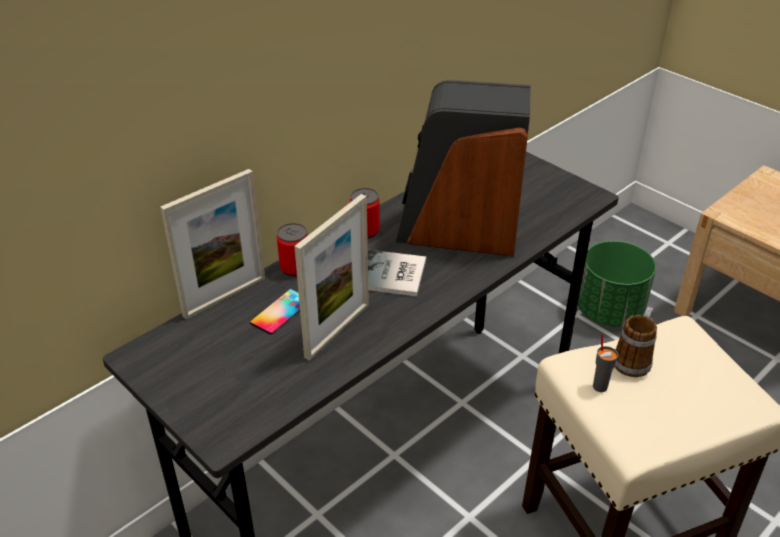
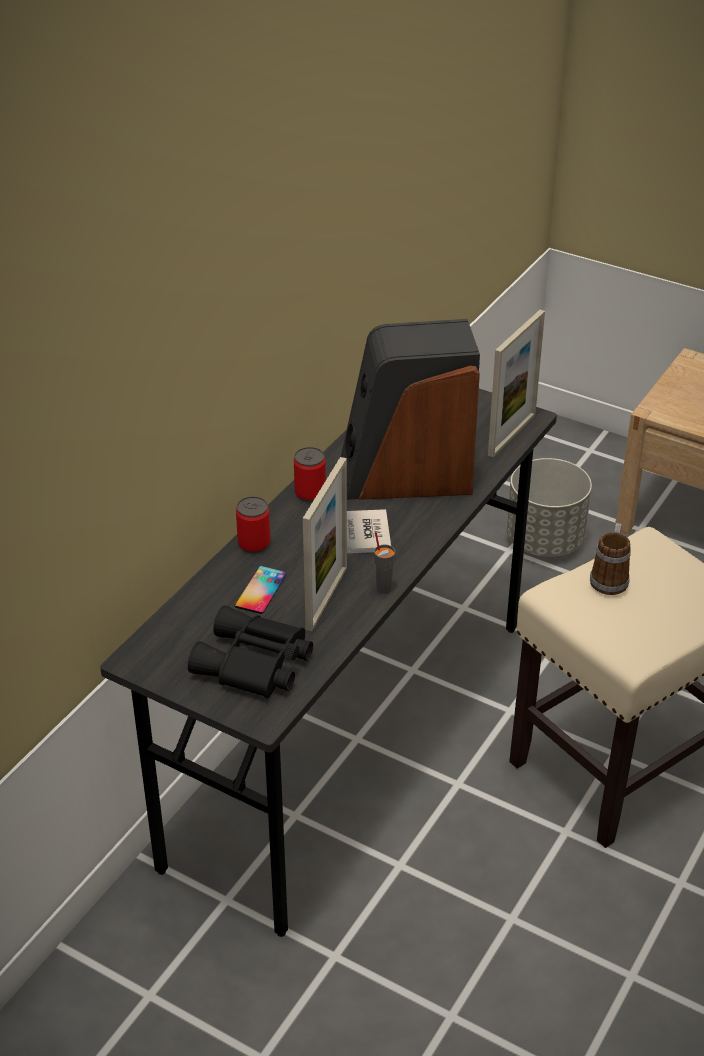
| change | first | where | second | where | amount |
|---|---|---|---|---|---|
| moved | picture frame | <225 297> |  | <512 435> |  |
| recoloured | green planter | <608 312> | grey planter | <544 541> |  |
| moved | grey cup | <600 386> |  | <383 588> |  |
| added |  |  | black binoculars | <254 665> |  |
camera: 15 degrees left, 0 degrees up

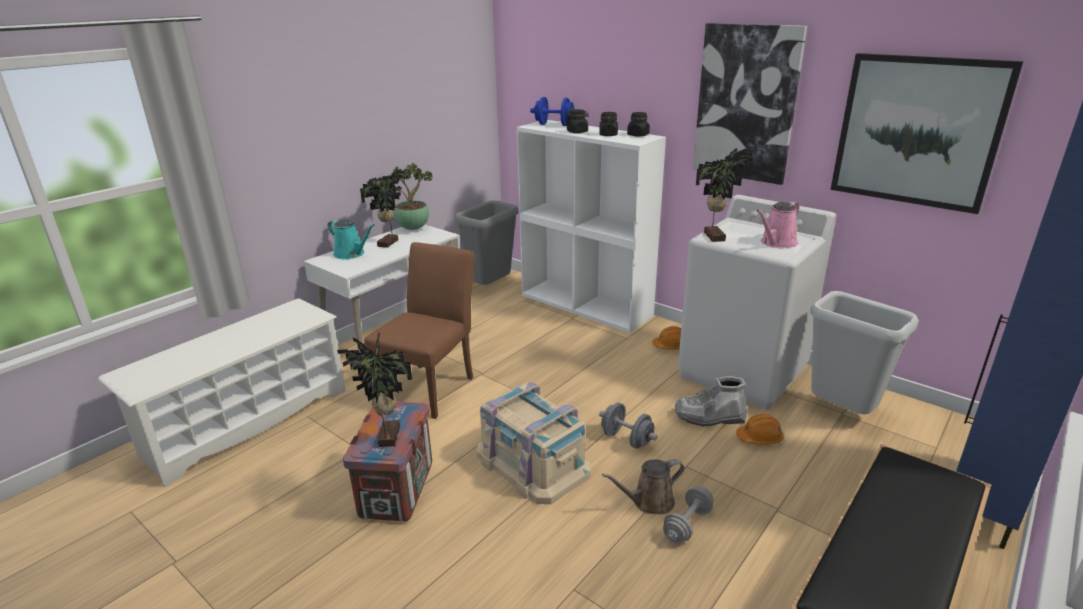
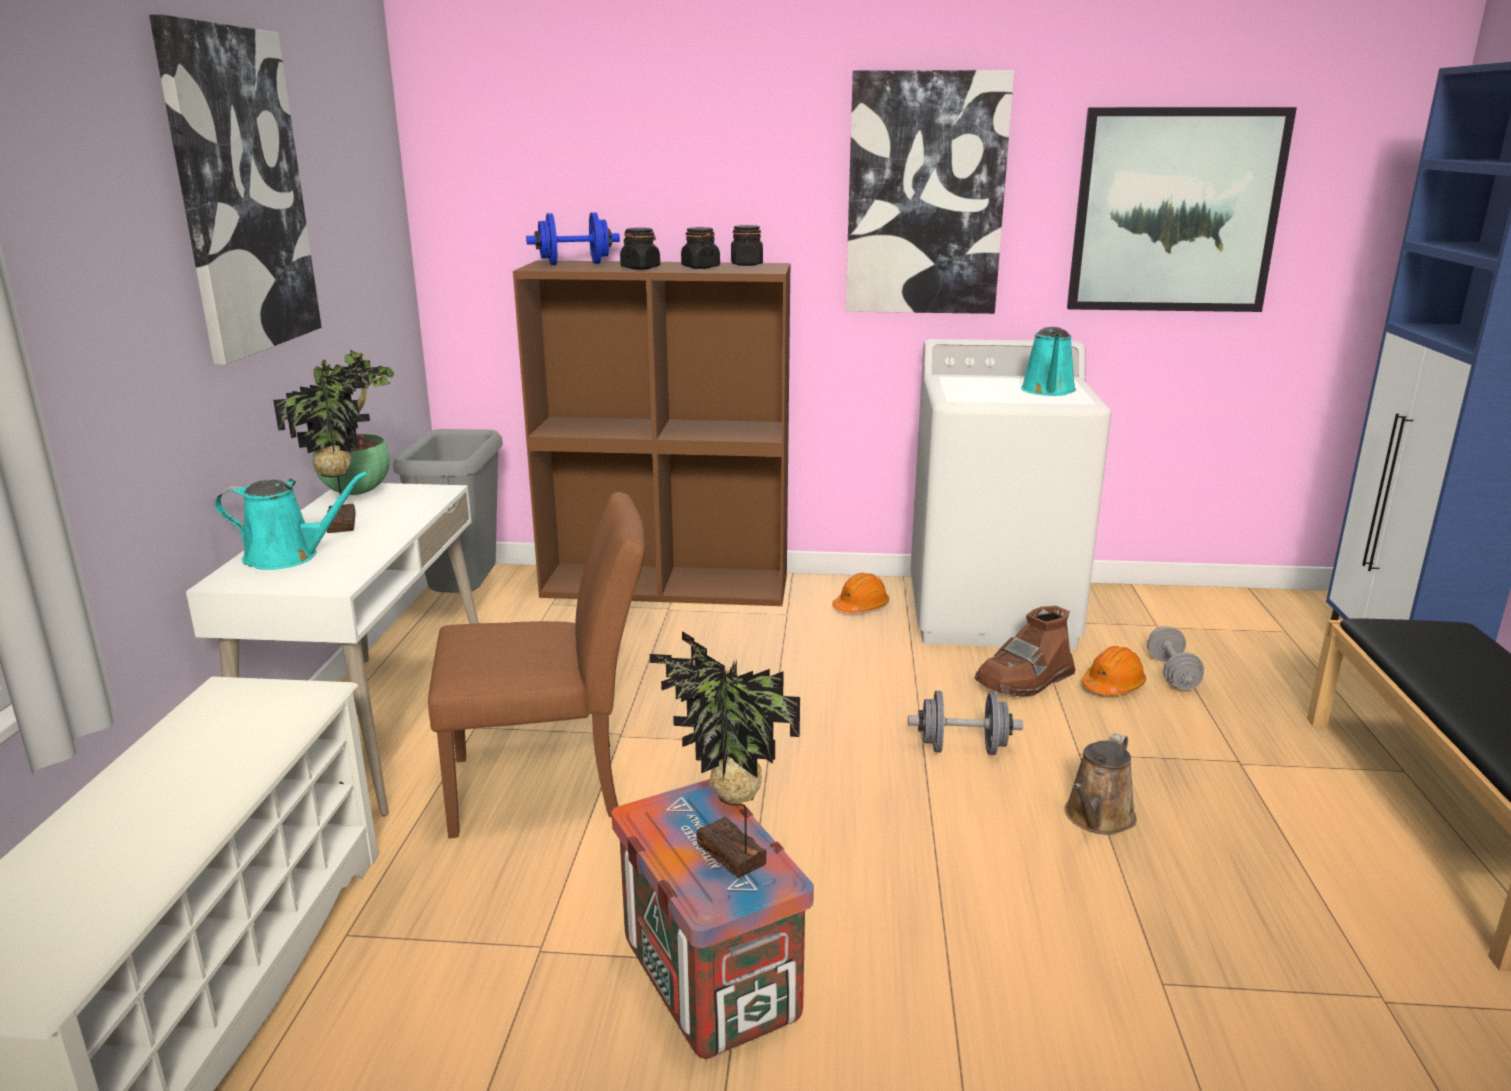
| change | first | where | second | where | amount |
|---|---|---|---|---|---|
| turned | brown chair | <431 386> |  | <552 785> | 90 degrees clockwise |
| removed | beige storage box | <533 462> |  |  |  |
| recoloured | white bookcase | <586 305> | brown bookcase | <668 585> |  |
| moved | grey dumbbell | <687 524> |  | <1172 673> |  |
| recoloured | grey boot | <709 417> | brown boot | <1025 681> |  |
| removed | potted plant | <716 236> |  |  |  |
| recoloured | pink watering can | <777 243> | turquoise watering can | <1048 391> |  |
| removed | grey trash can | <841 413> |  |  |  |
| added |  |  | picture | <240 192> |  |
camera: 35 degrees left, 5 degrees down

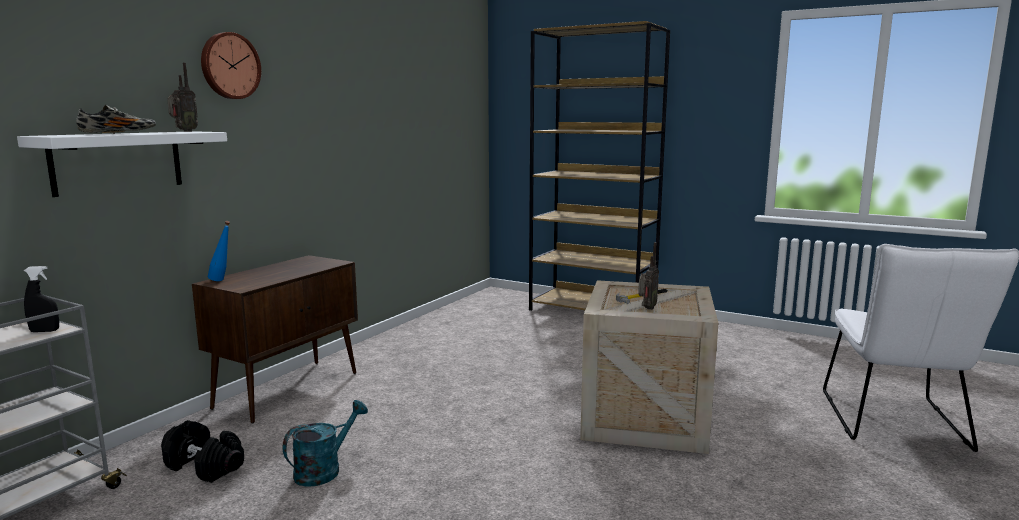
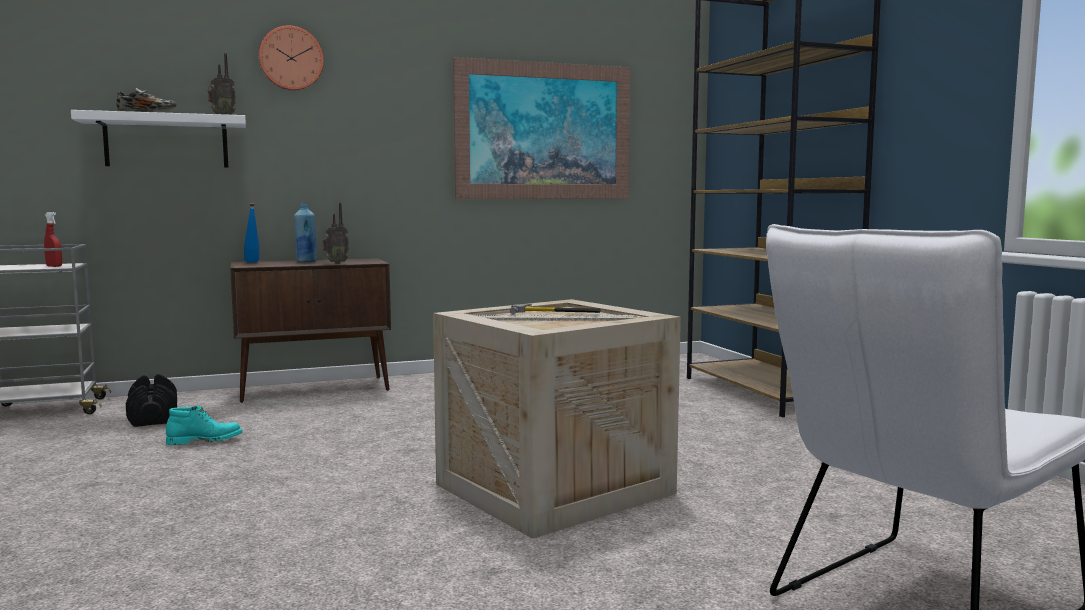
| change | first | where | second | where | amount |
|---|---|---|---|---|---|
| recoloured | black spray bottle | <44 331> | red spray bottle | <54 266> |  |
| replaced | turquoise watering can | <324 470> | turquoise boot | <205 440> |  |
| moved | radio | <646 308> |  | <336 263> |  |
| added |  |  | blue bottle | <306 261> |  |
| added |  |  | picture | <544 131> |  |
camera: 40 degrees right, 5 degrees down

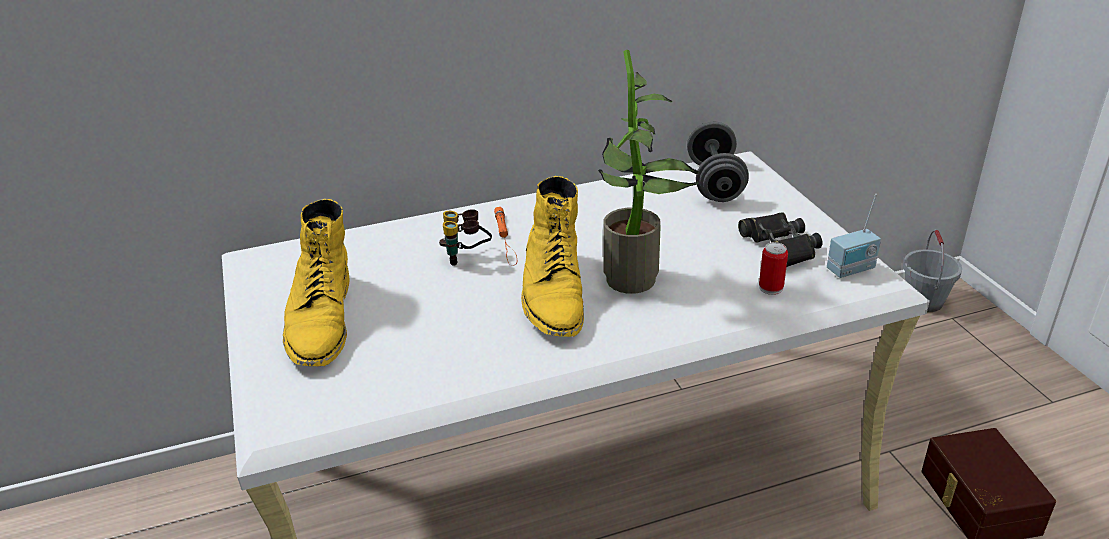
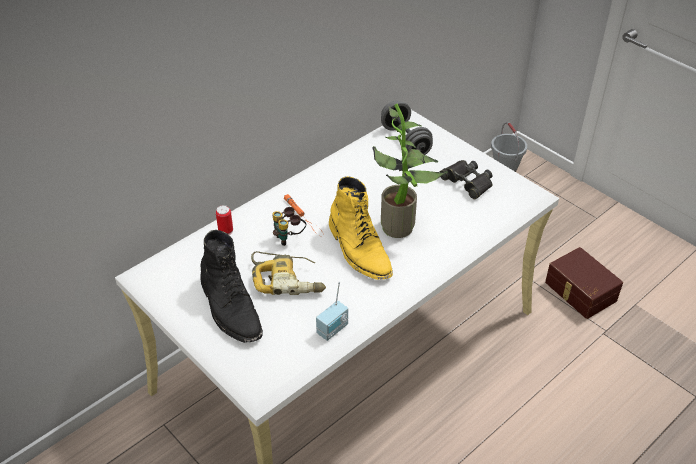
| change | first | where | second | where | amount |
|---|---|---|---|---|---|
| recoloured | yellow boot | <322 320> | black boot | <230 308> |  |
| moved | can | <771 288> |  | <225 231> |  |
| moved | radio | <852 270> |  | <333 330> |  |
| added |  |  | power drill | <288 279> |  |
camera: 25 degrees left, 10 degrees up

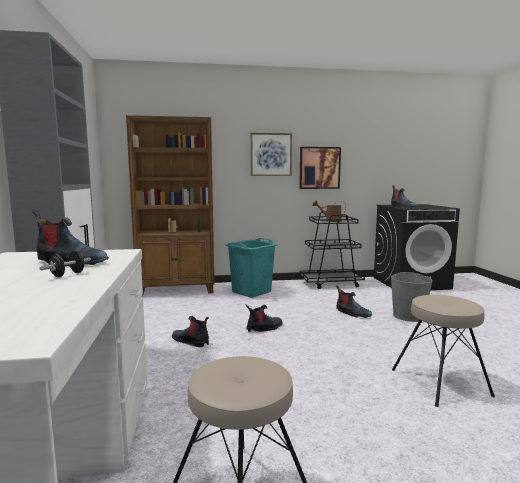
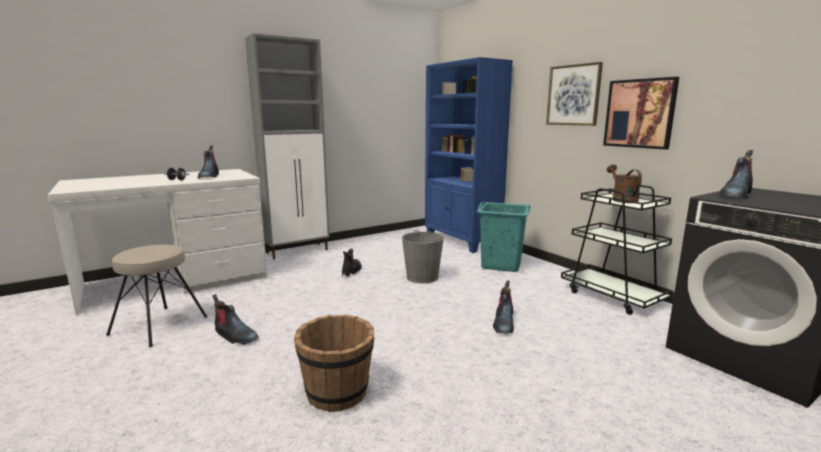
| change | first | where | second | where | amount |
|---|---|---|---|---|---|
| recoloured | brown bookcase | <177 289> | blue bookcase | <461 241> |  |
| moved | boot | <264 328> |  | <234 336> |  |
| moved | grey bucket | <408 316> |  | <422 277> |  |
| replaced | beige stool | <440 382> | brown bucket | <337 393> |  |
camera: 65 degrees right, 5 degrees up

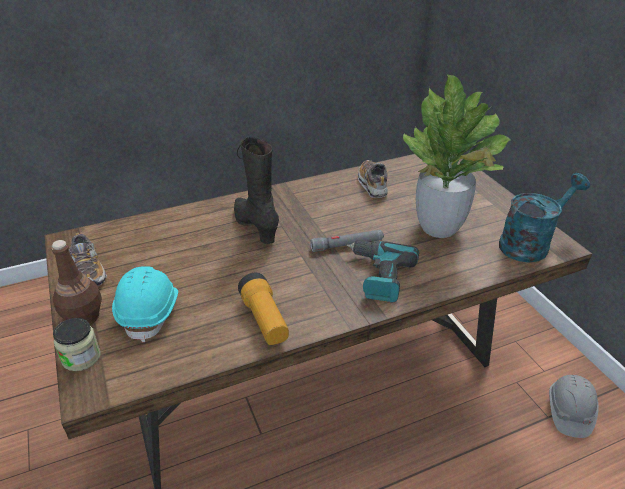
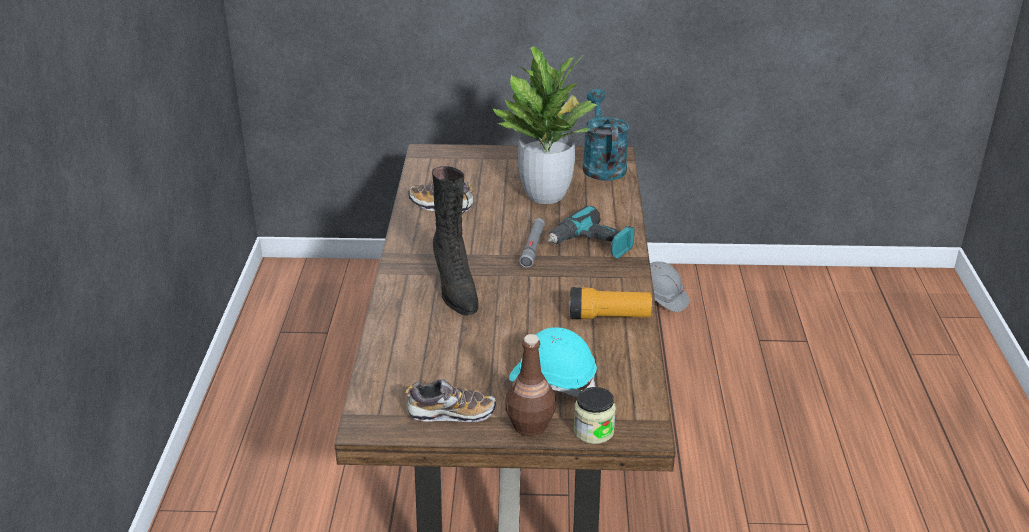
| change | first | where | second | where | amount |
|---|---|---|---|---|---|
| turned | black boot | <256 226> |  | <455 290> | 105 degrees counterclockwise |
camera: 65 degrees left, 5 degrees down

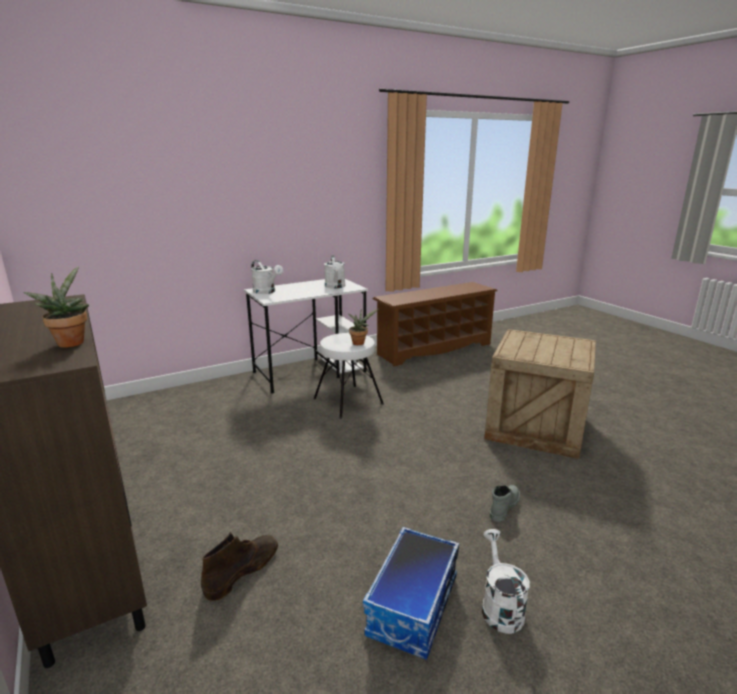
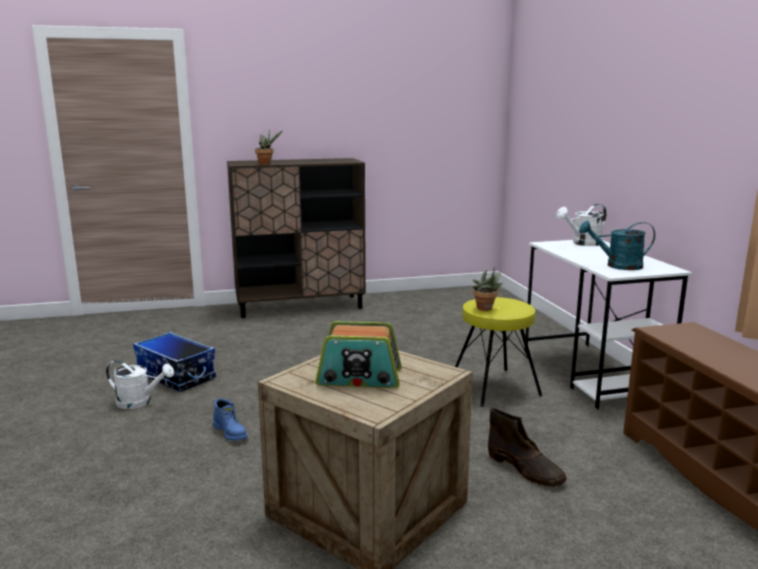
| change | first | where | second | where | amount |
|---|---|---|---|---|---|
| moved | brown boot | <243 570> |  | <525 469> |  |
| recoloured | white stool | <348 401> | yellow stool | <493 387> |  |
| recoloured | white watering can | <335 287> | turquoise watering can | <617 266> |  |
| recoloured | grey boot | <503 506> | blue boot | <231 432> |  |
| added |  |  | radio | <359 378> |  |
camera: 105 degrees right, 5 degrees down

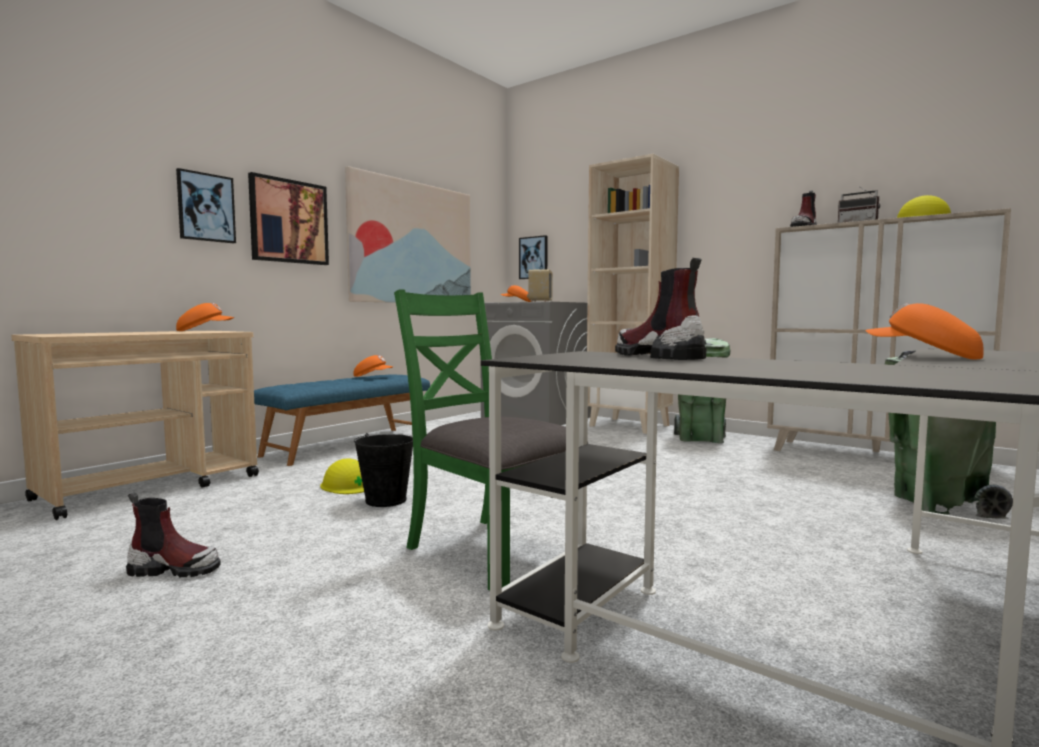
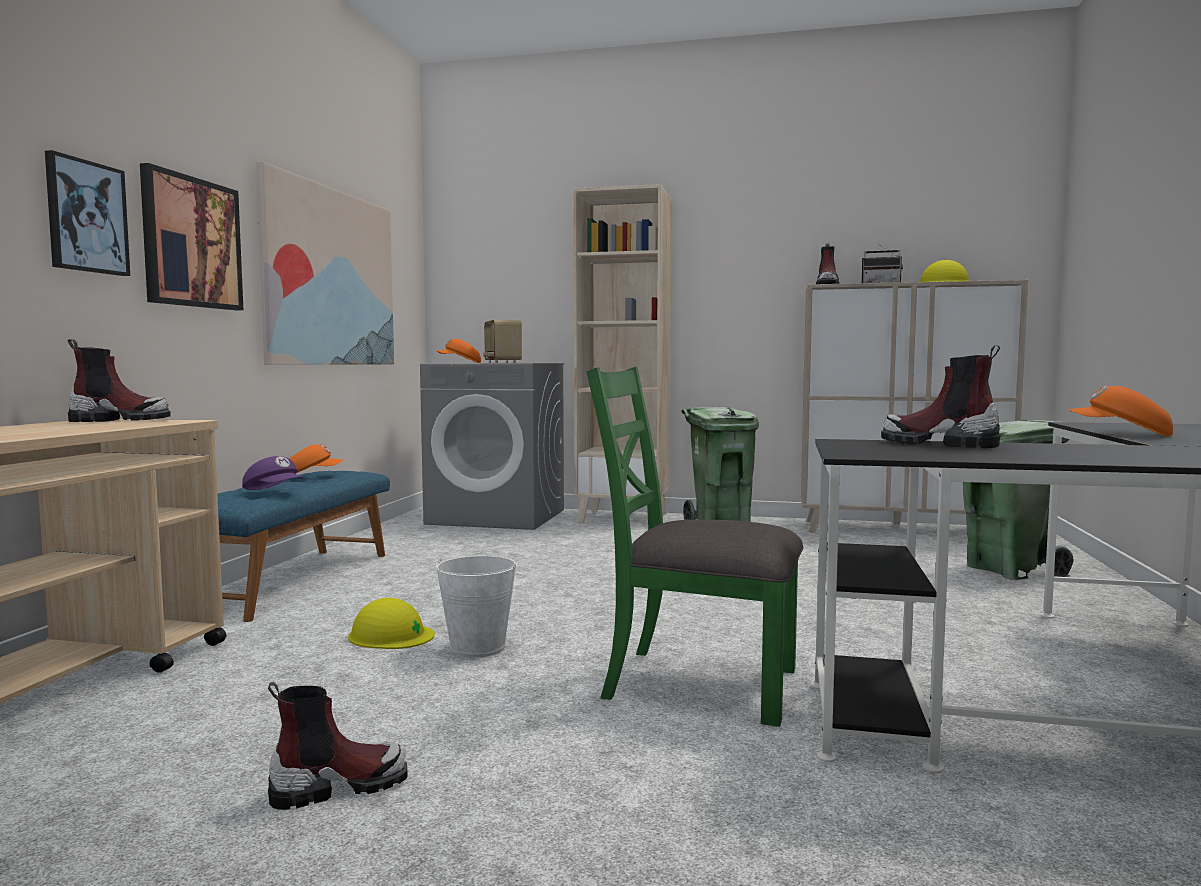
| change | first | where | second | where | amount |
|---|---|---|---|---|---|
| replaced | orange cap | <205 331> | boot | <120 420> |  |
| recoloured | black bucket | <386 500> | white bucket | <477 647> |  |
| removed | picture | <534 257> |  |  |  |
| added |  |  | purple cap | <274 492> |  |
camera: 25 degrees left, 0 degrees up

